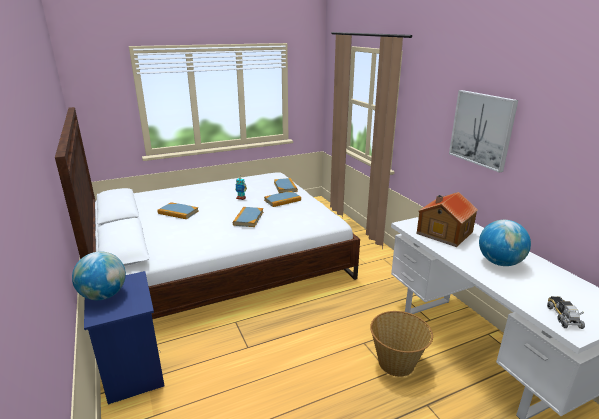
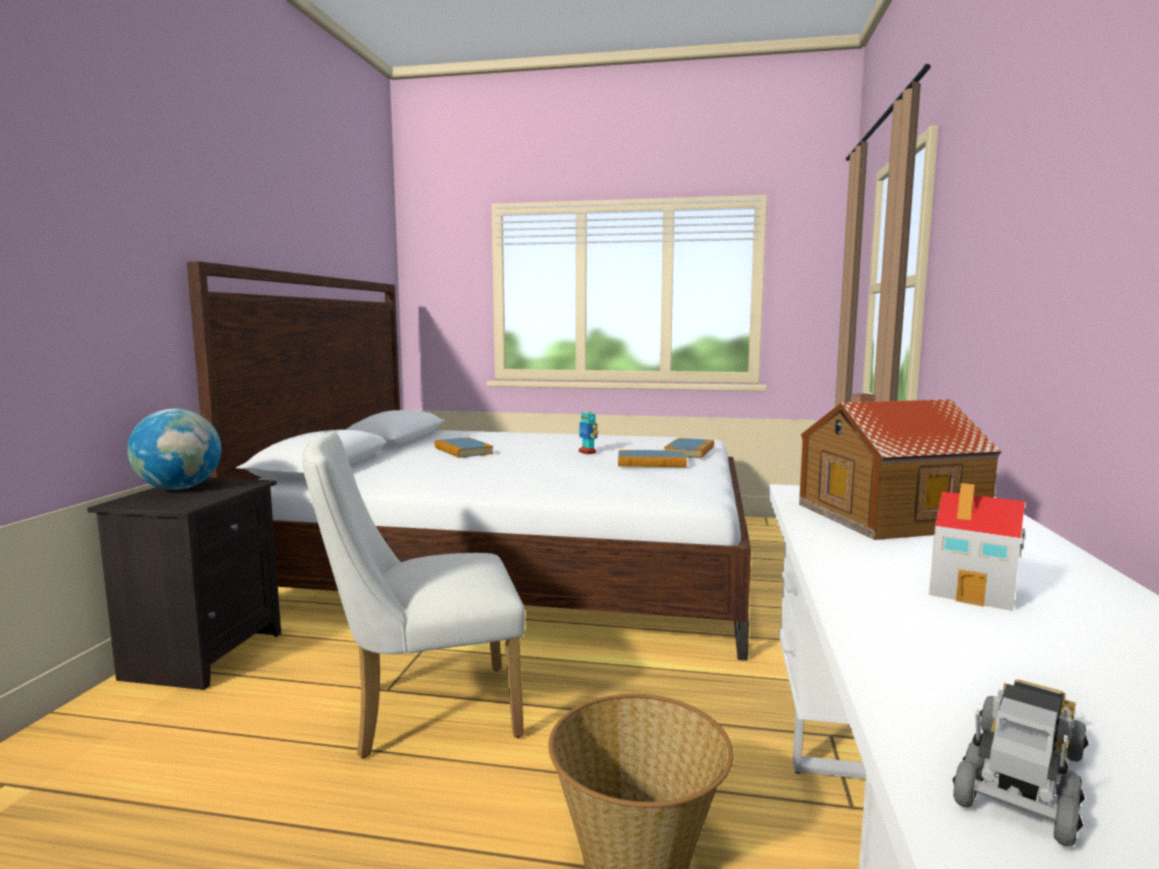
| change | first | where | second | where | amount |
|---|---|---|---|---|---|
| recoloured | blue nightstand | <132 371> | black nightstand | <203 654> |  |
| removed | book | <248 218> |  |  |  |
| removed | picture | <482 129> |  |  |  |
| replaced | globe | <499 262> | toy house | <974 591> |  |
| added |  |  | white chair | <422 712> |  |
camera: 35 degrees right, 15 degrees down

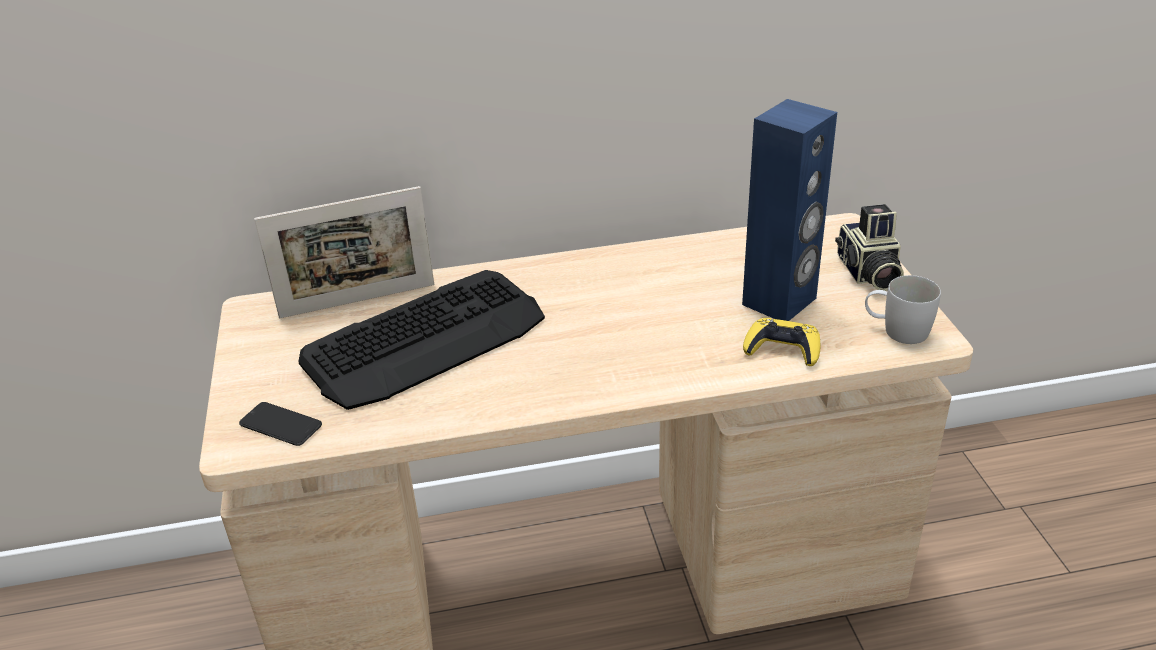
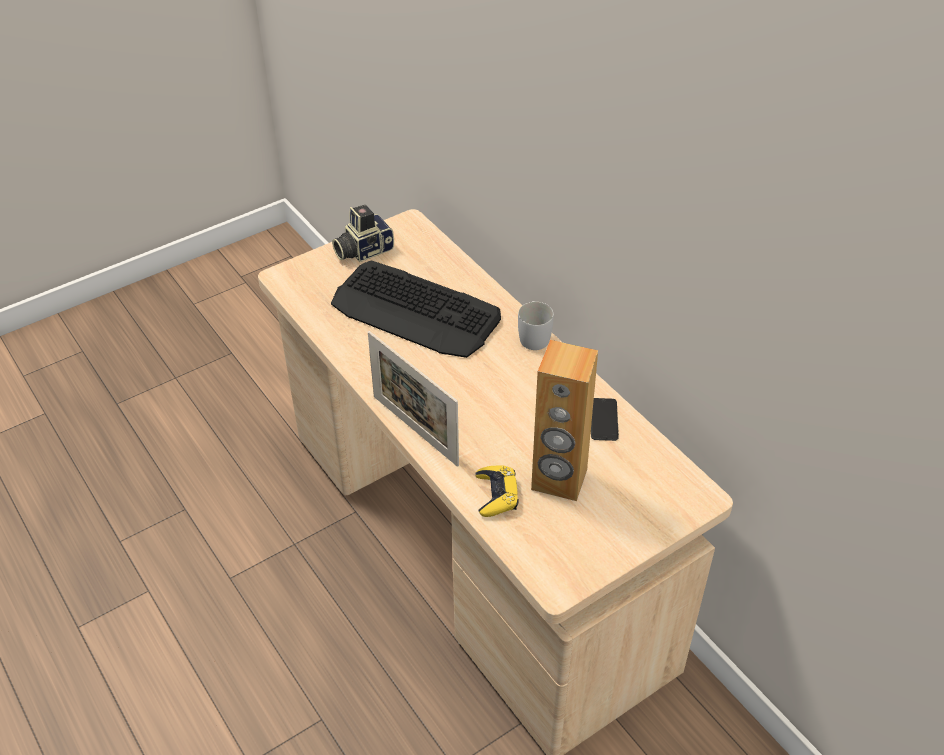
| change | first | where | second | where | amount |
|---|---|---|---|---|---|
| moved | phone | <281 425> |  | <603 420> |  |
| moved | picture frame | <358 301> |  | <415 430> |  |
| recoloured | blue speaker | <780 302> | brown speaker | <559 480> |  |
| moved | photo camera | <867 273> |  | <363 250> |  |
| moved | white mug | <896 330> |  | <534 335> |  |
camera: 65 degrees right, 10 degrees up

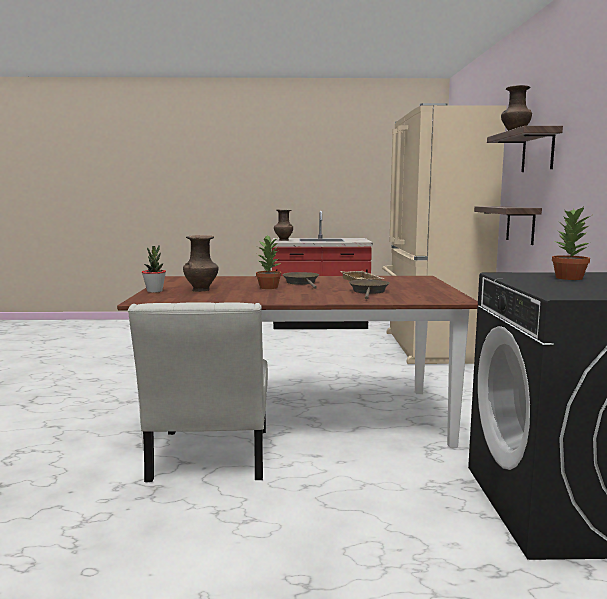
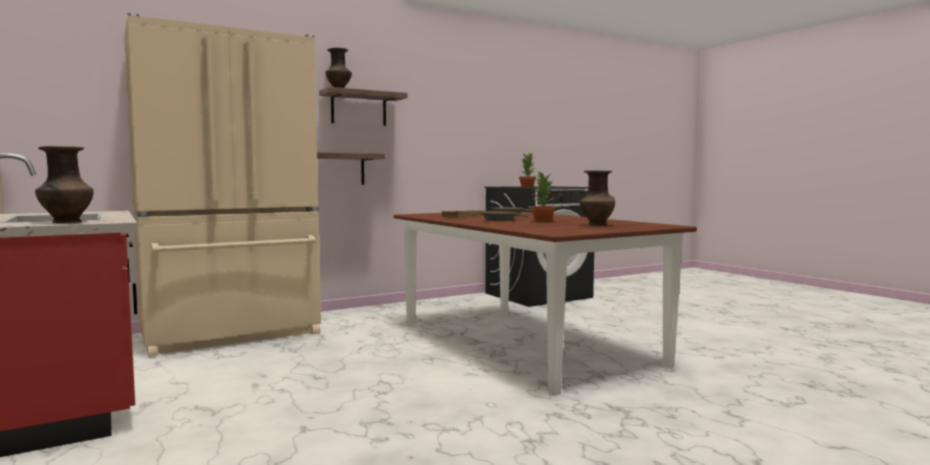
| change | first | where | second | where | amount |
|---|---|---|---|---|---|
| removed | white chair | <209 459> |  |  |  |
| removed | potted plant | <154 291> |  |  |  |
camera: 120 degrees left, 5 degrees down

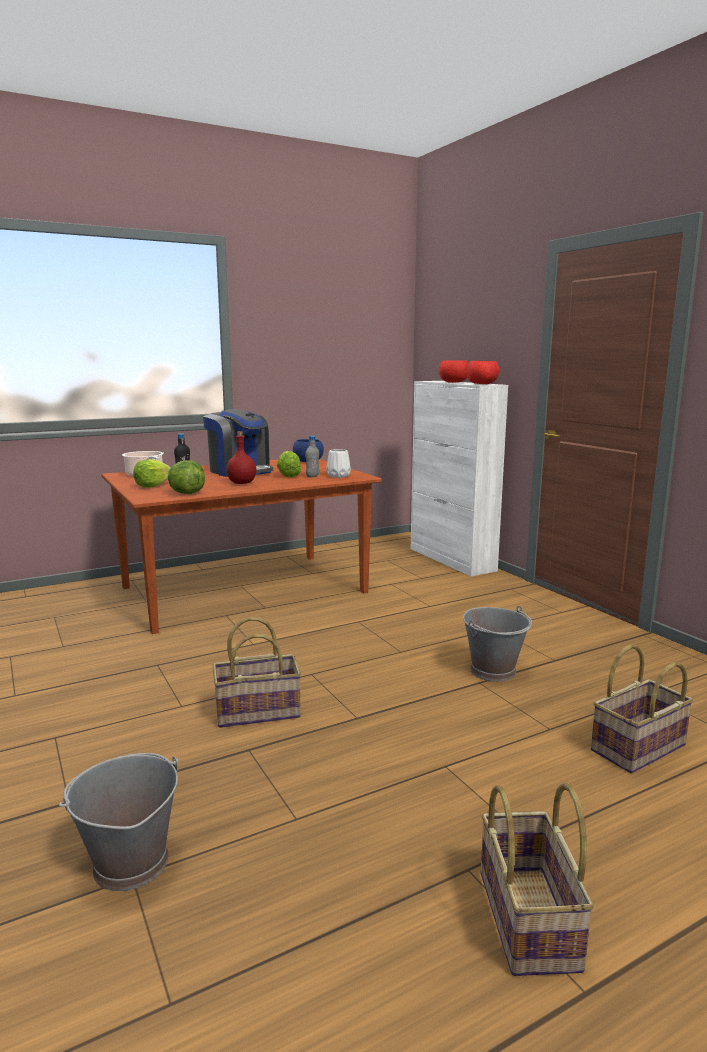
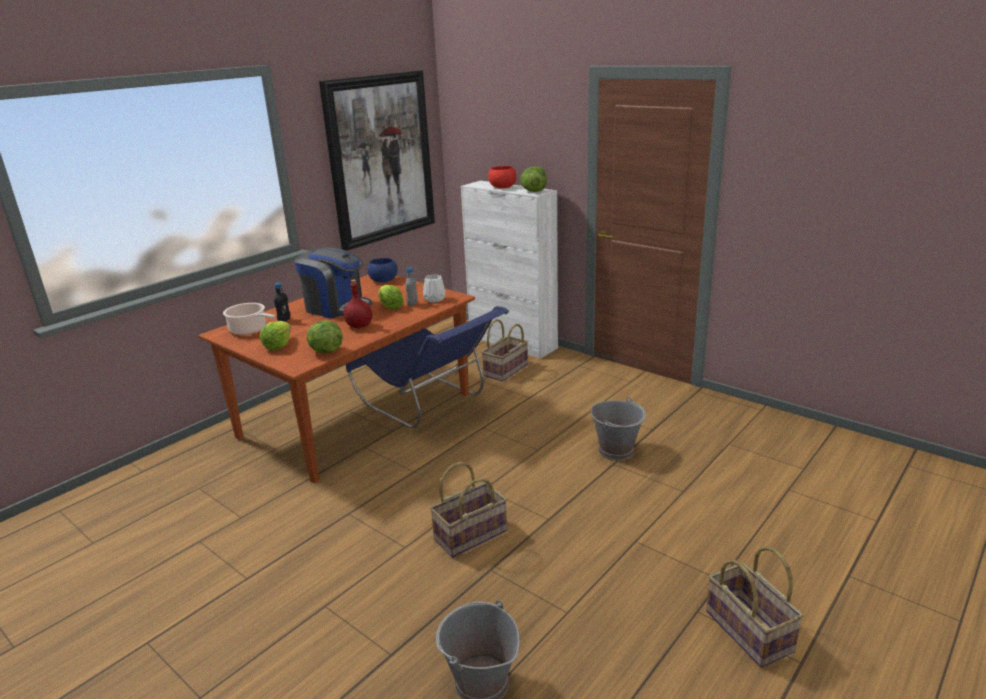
| change | first | where | second | where | amount |
|---|---|---|---|---|---|
| replaced | red bowl | <481 384> | lettuce | <534 191> |  |
| moved | basket | <639 749> |  | <506 370> |  |
| added |  |  | picture | <380 159> |  |
| added |  |  | blue chair | <429 404> |  |
camera: 20 degrees left, 10 degrees up

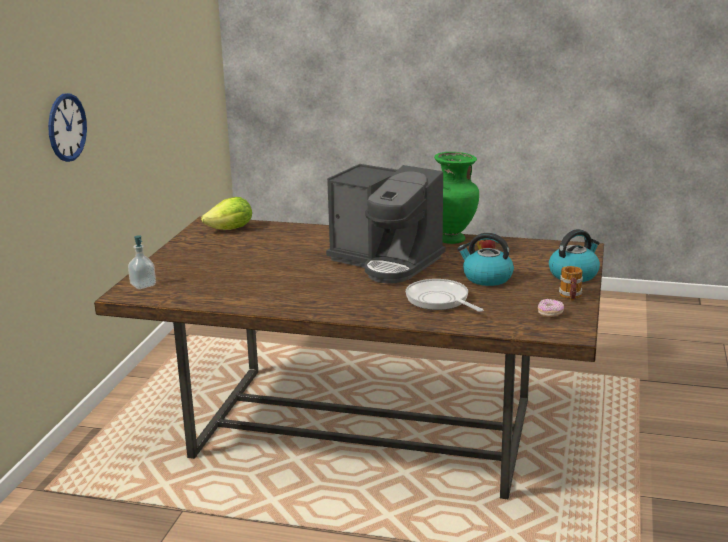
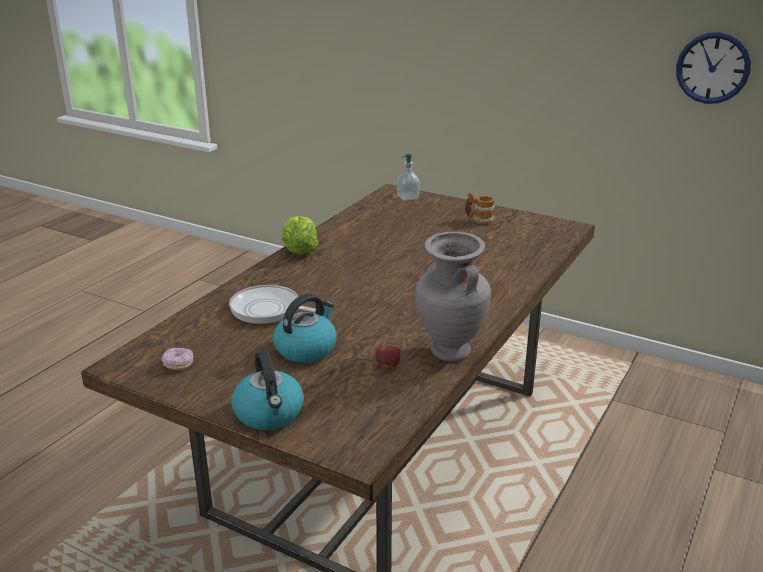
| change | first | where | second | where | amount |
|---|---|---|---|---|---|
| moved | wall clock | <67 127> |  | <713 68> |  |
| moved | lettuce | <231 229> |  | <299 251> |  |
| removed | coffee machine | <386 262> |  |  |  |
| turned | frying pan | <439 300> |  | <269 310> | 135 degrees counterclockwise |
| recoloured | green vase | <452 240> | grey vase | <449 352> |  |
| moved | mug | <570 296> |  | <479 220> |  |
camera: 105 degrees right, 5 degrees up

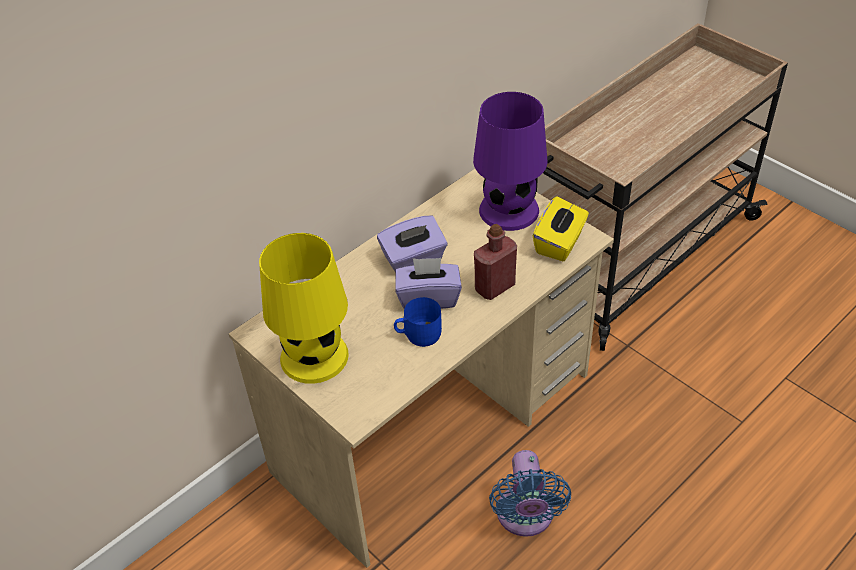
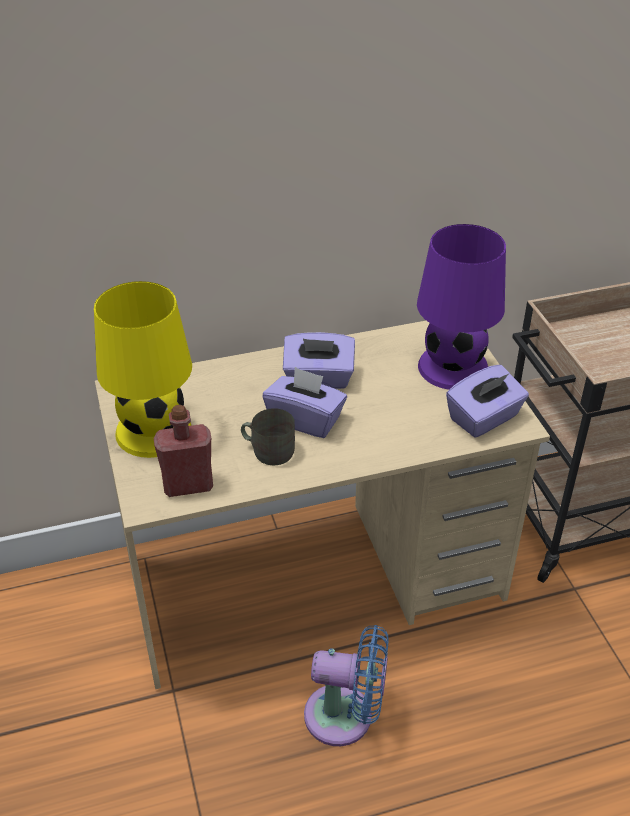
| change | first | where | second | where | amount |
|---|---|---|---|---|---|
| recoloured | blue mug | <418 334> | grey mug | <268 450> |  |
| moved | red bottle | <494 287> |  | <188 485> |  |
| turned | blue fan | <525 517> |  | <346 716> | 105 degrees counterclockwise |
| recoloured | yellow tissue box | <559 243> | purple tissue box | <484 418> |  |
camera: 25 degrees right, 5 degrees down

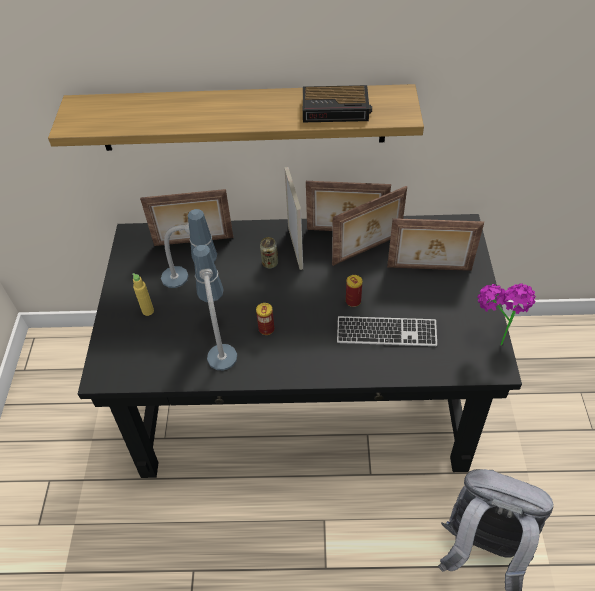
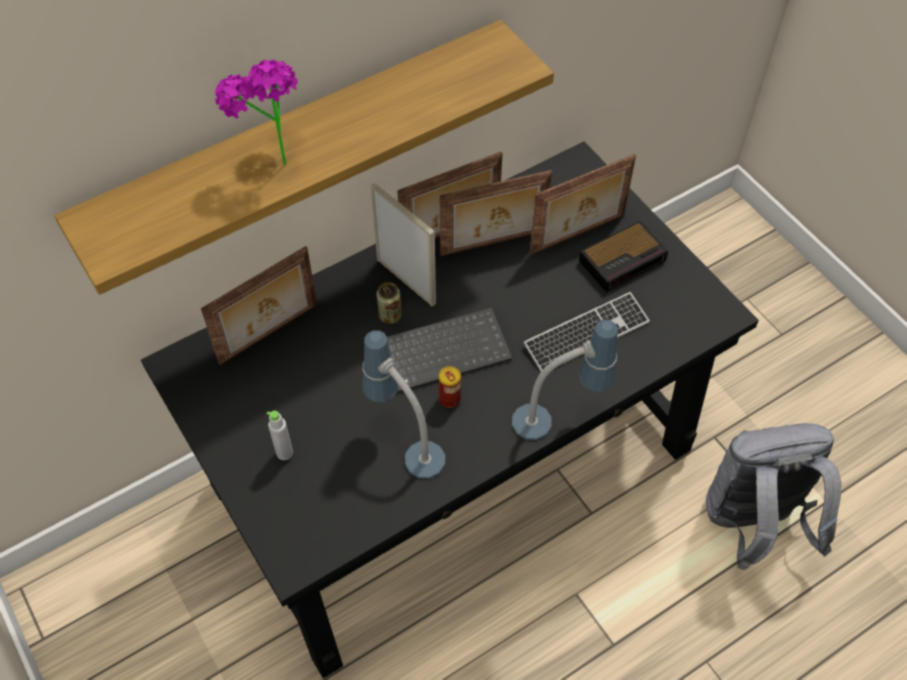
| change | first | where | second | where | amount |
|---|---|---|---|---|---|
| recoloured | yellow bottle | <148 311> | grey bottle | <284 453> |  |
| moved | table lamp | <192 282> |  | <559 417> |  |
| moved | alarm clock | <337 109> |  | <624 260> |  |
| turned | picture frame | <368 250> |  | <494 244> | 45 degrees clockwise |
| removed | can | <353 301> |  |  |  |
| moved | potted plant | <495 336> |  | <272 157> |  |
| added |  |  | keyboard | <441 350> |  |
camera: 35 degrees left, 5 degrees up

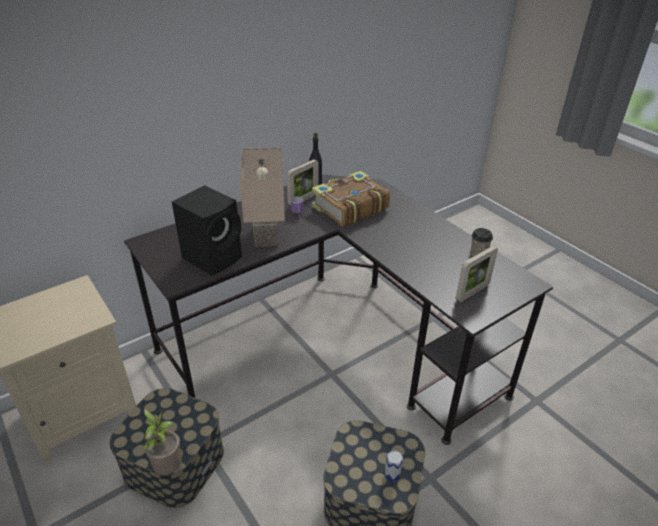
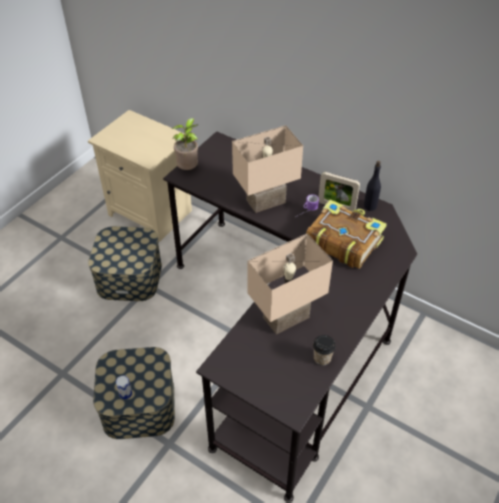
| change | first | where | second | where | amount |
|---|---|---|---|---|---|
| moved | potted plant | <168 467> |  | <189 169> |  |
| removed | black speaker | <214 257> |  |  |  |
| removed | picture frame | <472 292> |  |  |  |
| added |  |  | beige table lamp | <286 319> |  |
camera: 70 degrees right, 10 degrees up

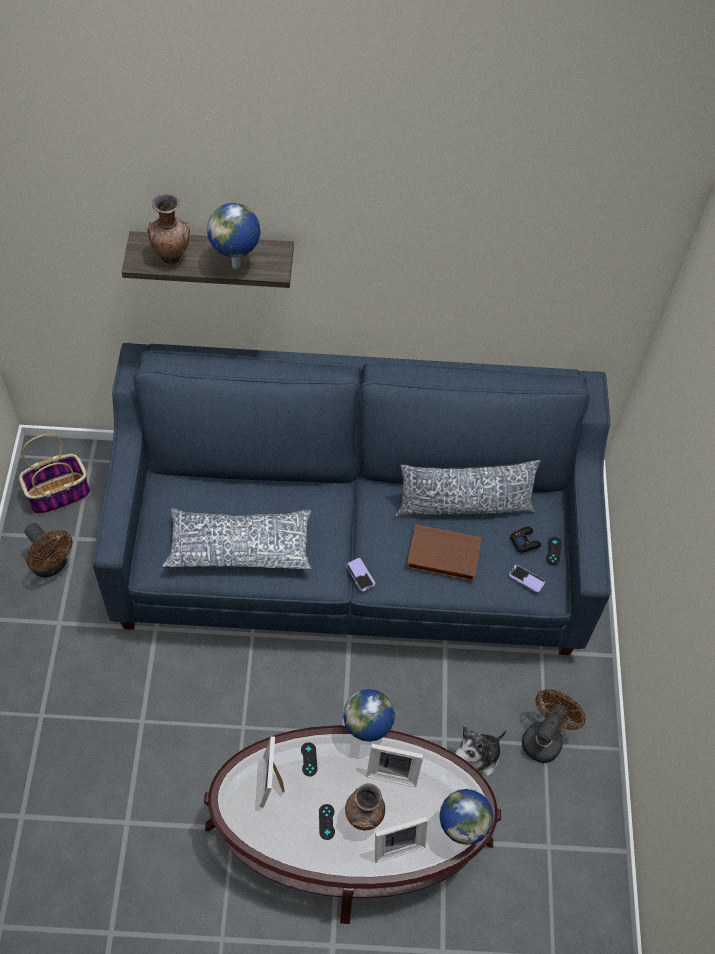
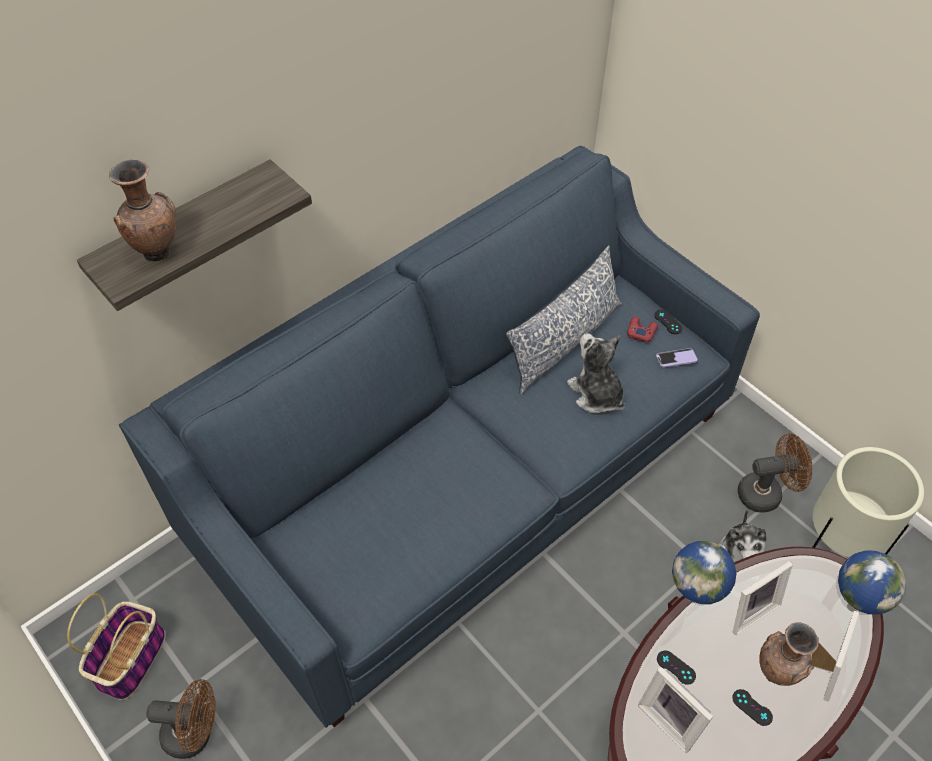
| change | first | where | second | where | amount |
|---|---|---|---|---|---|
| removed | pillow | <239 546> |  |  |  |
| removed | globe | <237 265> |  |  |  |
| removed | phone | <360 575> |  |  |  |
| replaced | brown book | <442 556> | plush toy | <596 394> |  |
| recoloured | black game controller | <525 541> | red game controller | <641 331> |  |
| turned | brown fan | <544 737> |  | <766 493> | 90 degrees clockwise |
| added |  |  | beige planter | <841 542> |  |
camera: 40 degrees left, 5 degrees down

